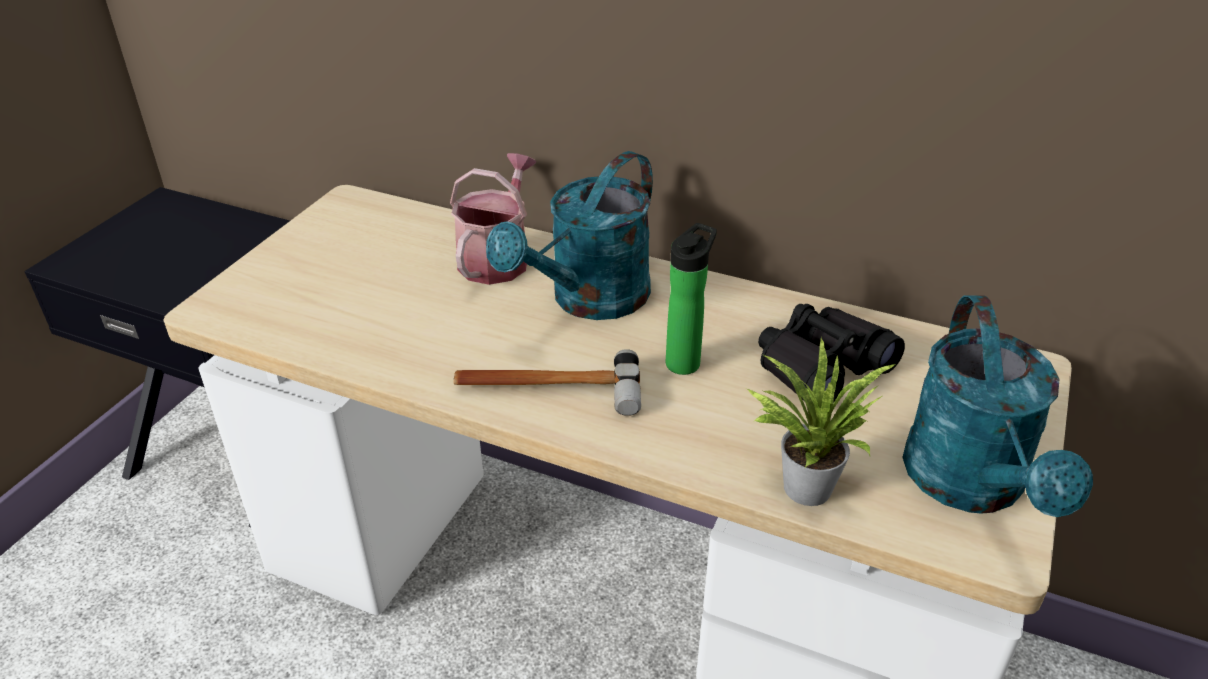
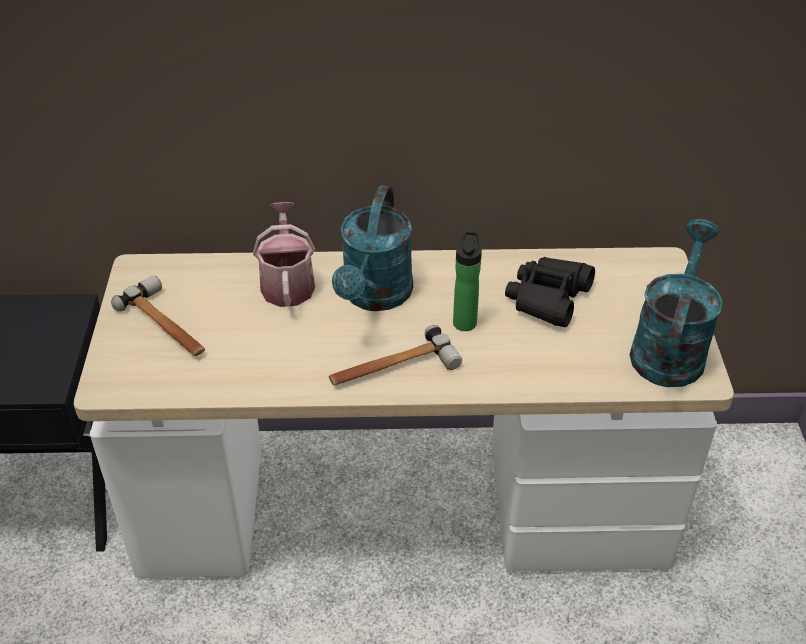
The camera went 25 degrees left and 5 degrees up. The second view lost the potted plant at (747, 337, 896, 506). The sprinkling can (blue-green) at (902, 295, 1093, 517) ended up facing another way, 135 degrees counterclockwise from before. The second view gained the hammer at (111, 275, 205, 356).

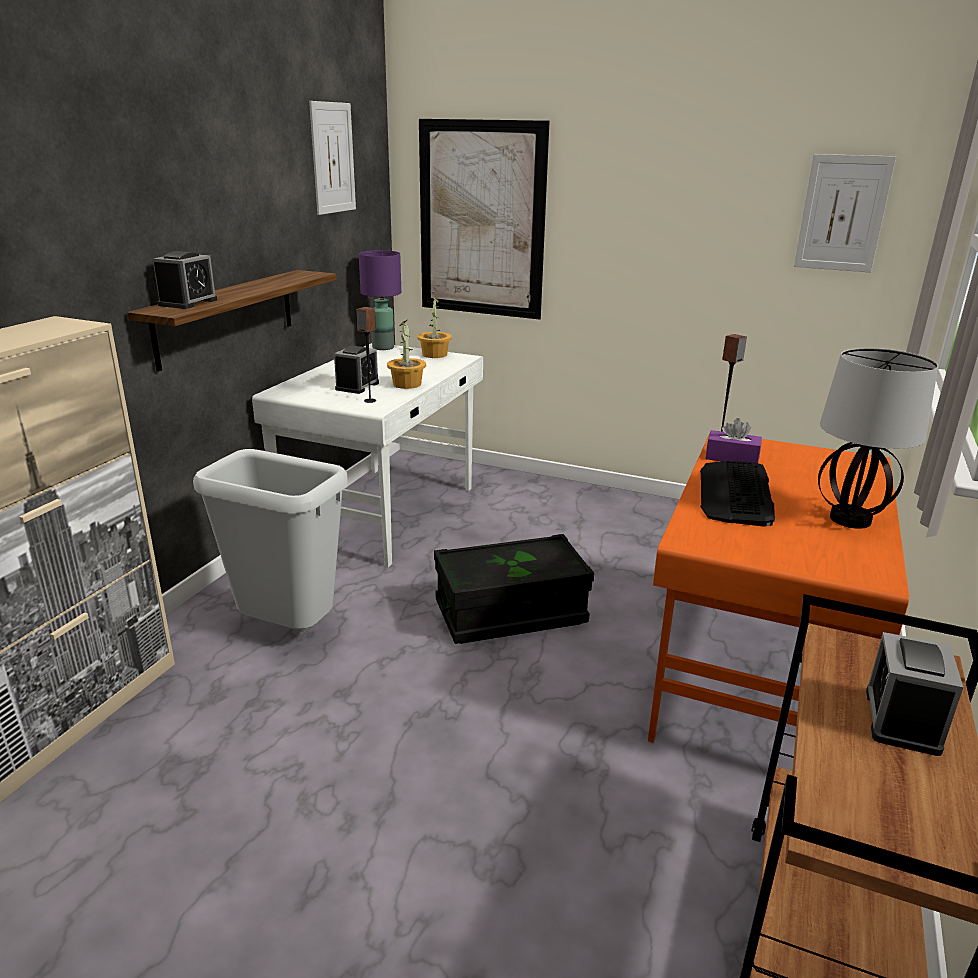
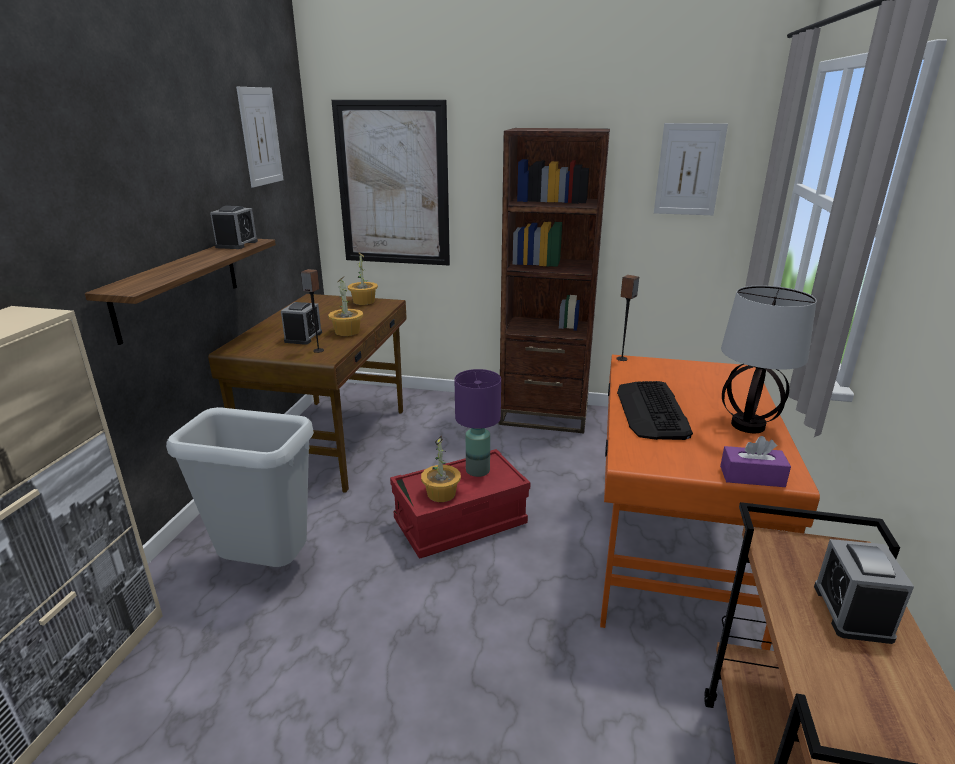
The camera went 10 degrees left and 0 degrees up. The table clock ended up elsewhere, having gone from (153, 251, 217, 309) to (210, 206, 258, 249). What was the desk unit (white-coloured) at (252, 343, 483, 568) turned into the desk unit (brownish) at (208, 294, 406, 493). The tabletop lamp (purplish) ended up elsewhere, having gone from (359, 250, 401, 350) to (454, 369, 501, 477). What was the storage bin (blackish) at (434, 534, 594, 644) turned into the storage bin (red) at (390, 449, 530, 559). The tissue box (purplish) ended up elsewhere, having gone from (705, 418, 762, 463) to (720, 436, 791, 487). The second view gained the potted plant at (421, 436, 461, 502). The second view gained the shelving unit (brownish) at (499, 128, 610, 433).

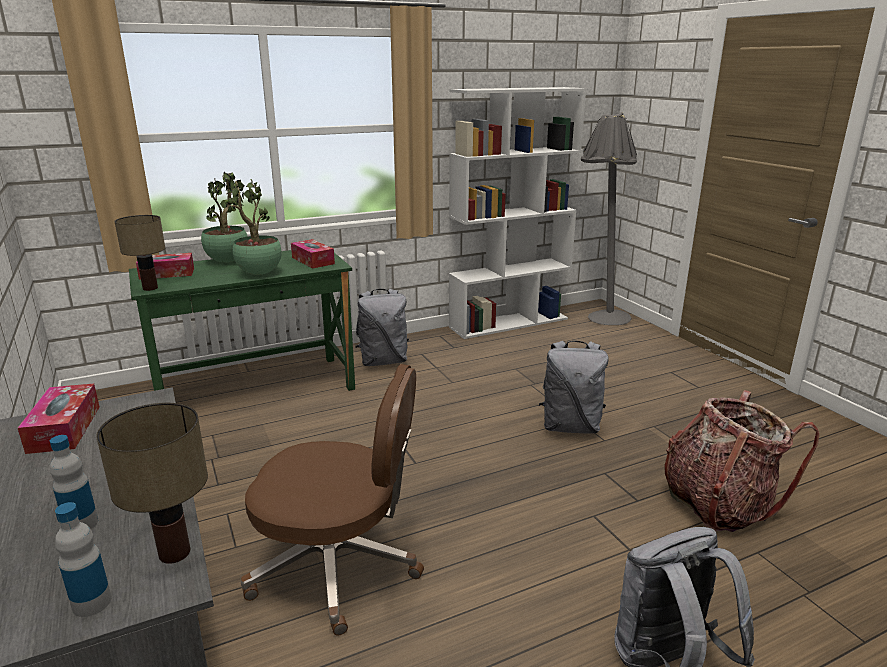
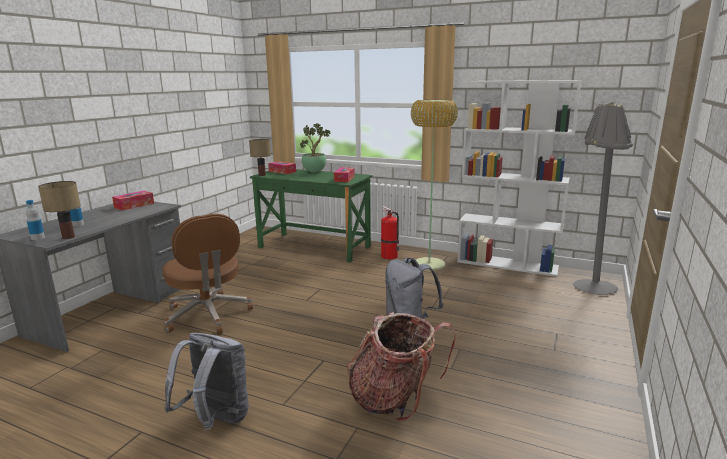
The camera went 50 degrees right and 5 degrees down. The second view lost the potted plant at (220, 179, 282, 275). Where the knapsack (grey) stood at (356, 289, 409, 366), the fire-fighting cylinder came to stand at (381, 206, 399, 259). The second view gained the standing lamp at (411, 100, 458, 271).

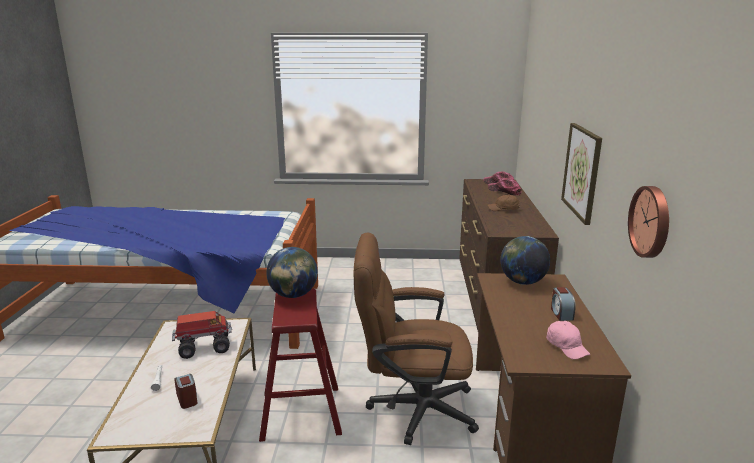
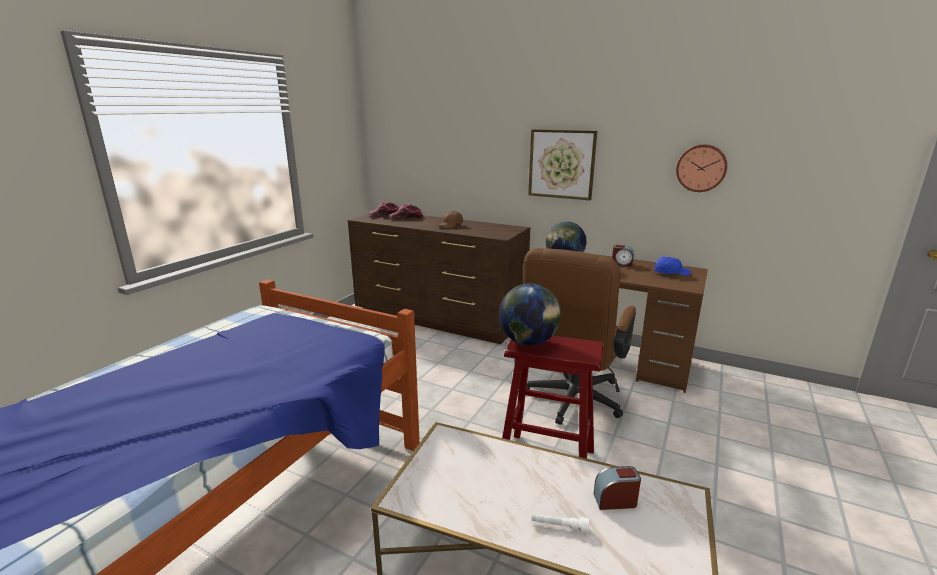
The camera went 65 degrees left and 0 degrees up. The second view lost the toy lorry at (172, 311, 232, 359). What was the cap (pink-coloured) at (546, 321, 590, 359) turned into the cap (blue-coloured) at (654, 257, 691, 276).

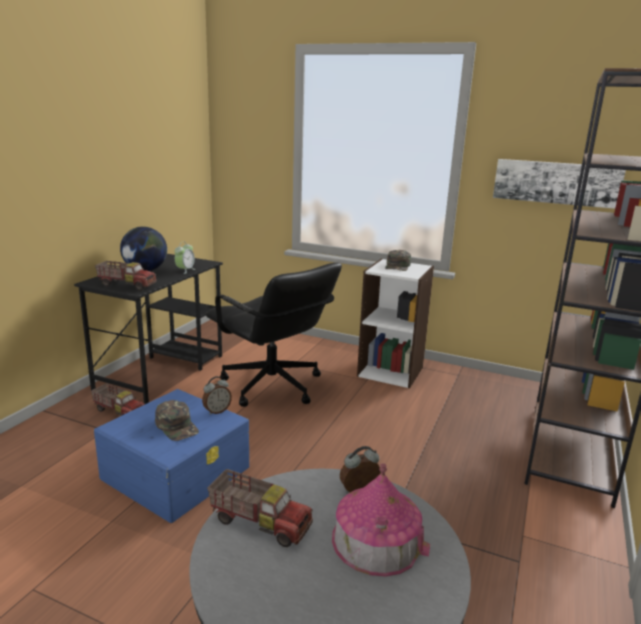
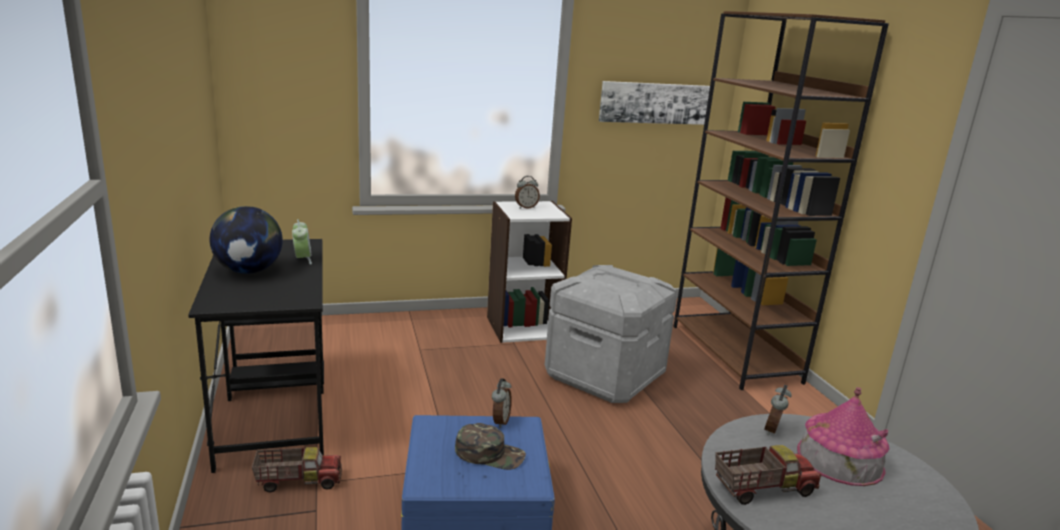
The camera went 40 degrees left and 0 degrees up. The second view lost the toy lorry at (95, 261, 157, 291). The second view lost the desk chair (blackish) at (206, 263, 342, 407). Where the cap (greenish) stood at (385, 250, 411, 271), the table clock came to stand at (515, 176, 540, 209). The second view gained the storage bin (grey) at (545, 265, 678, 403).

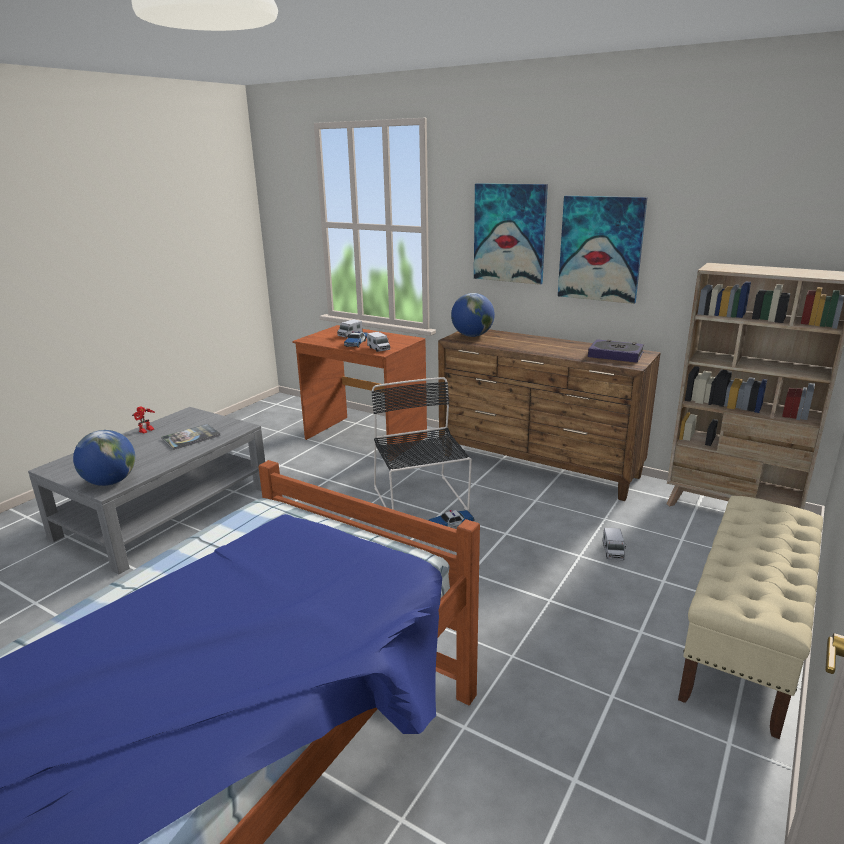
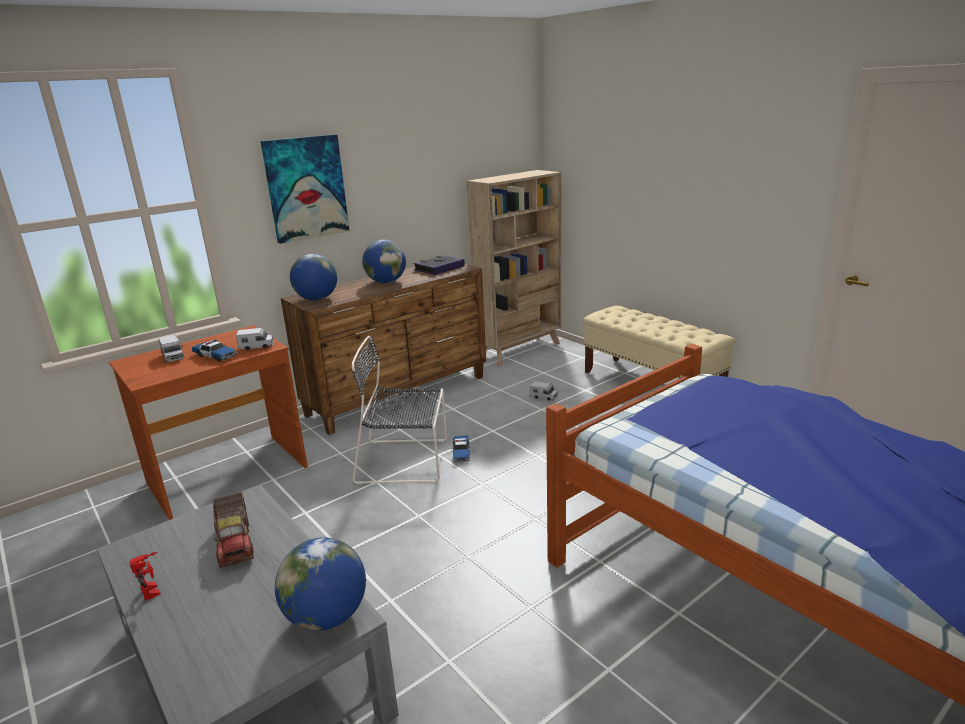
The camera went 70 degrees left and 0 degrees up. Where the bound book stood at (161, 424, 221, 450), the toy lorry came to stand at (213, 492, 254, 568). The second view lost the picture at (558, 196, 648, 304). The second view gained the world globe at (362, 240, 406, 283).

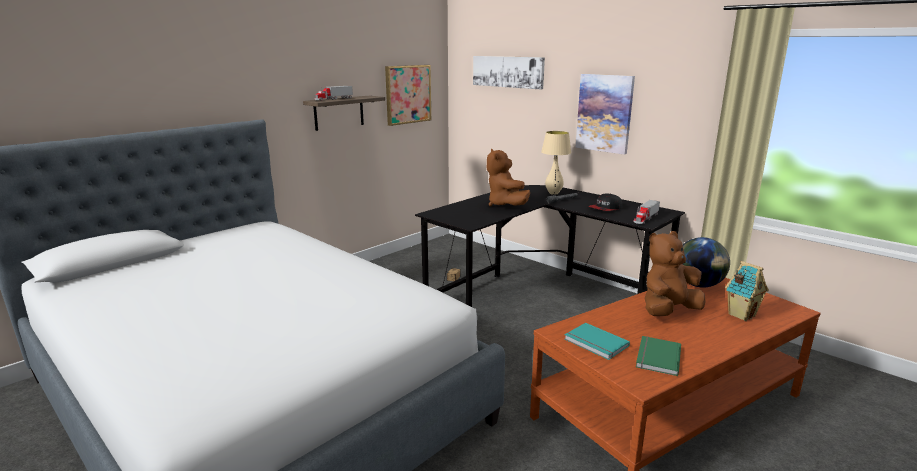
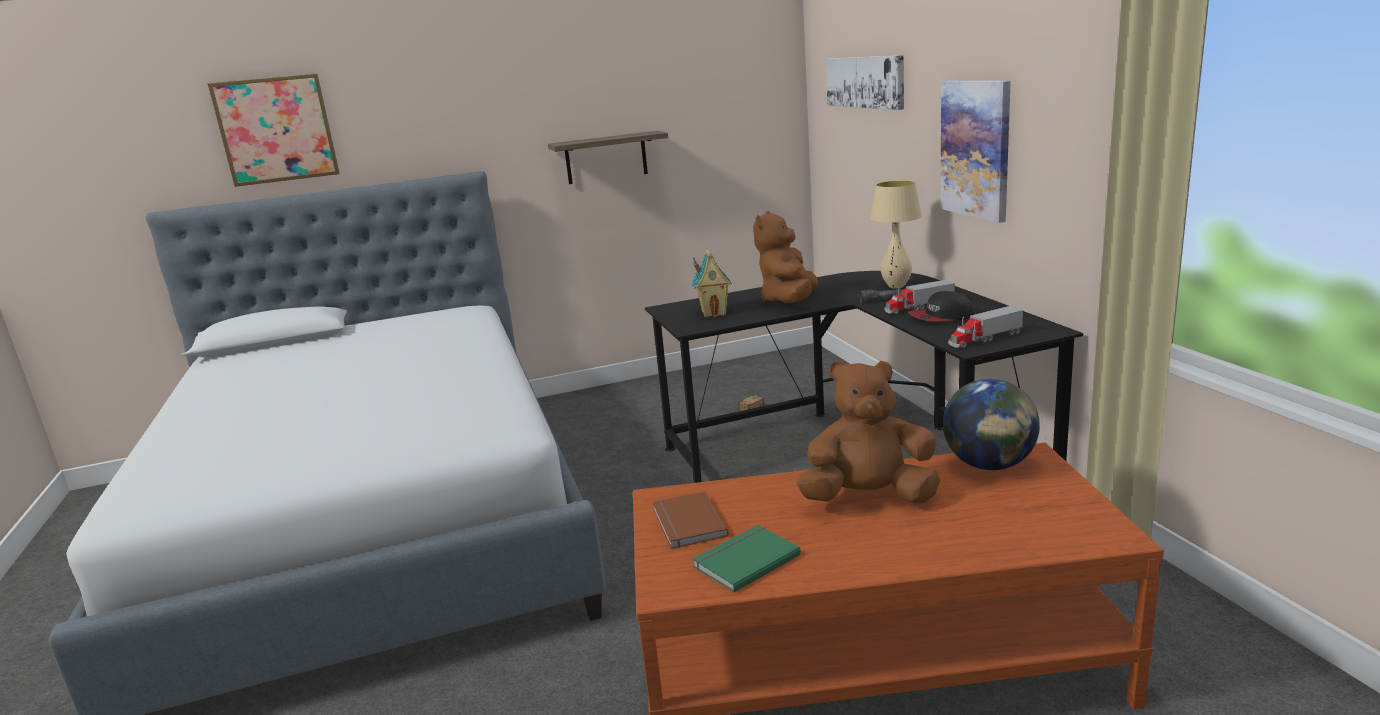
The camera went 30 degrees right and 0 degrees up. The toy lorry ended up elsewhere, having gone from (314, 86, 353, 101) to (884, 280, 955, 314). The picture ended up elsewhere, having gone from (385, 65, 431, 126) to (207, 74, 340, 187). What was the bound book (blue-green) at (565, 323, 630, 360) turned into the bound book (brownish) at (652, 491, 729, 549). The toy house ended up elsewhere, having gone from (725, 261, 769, 321) to (691, 249, 732, 317).

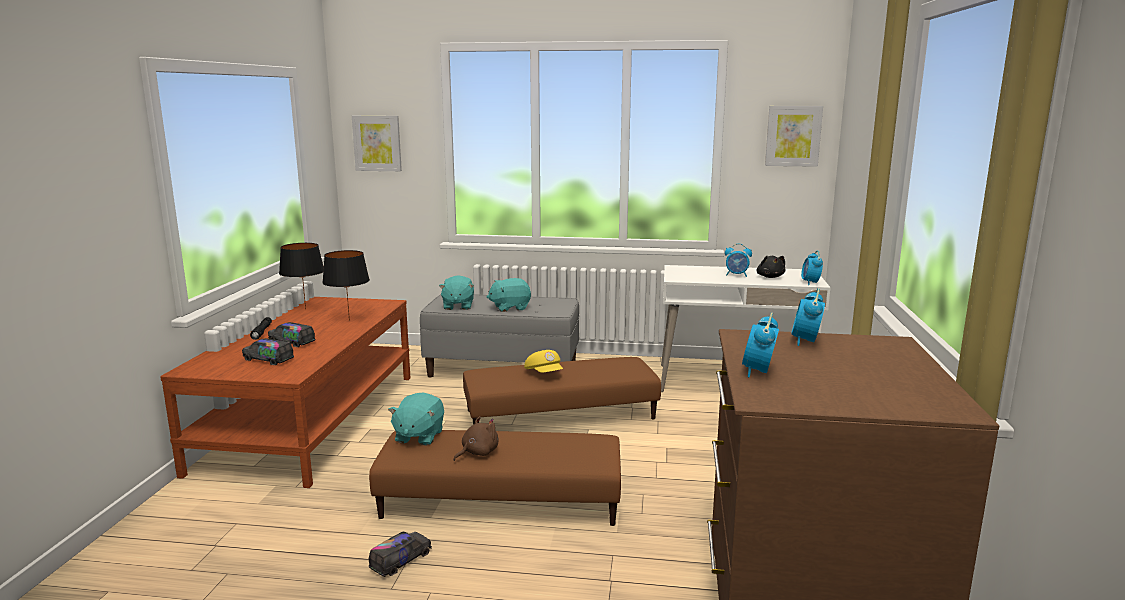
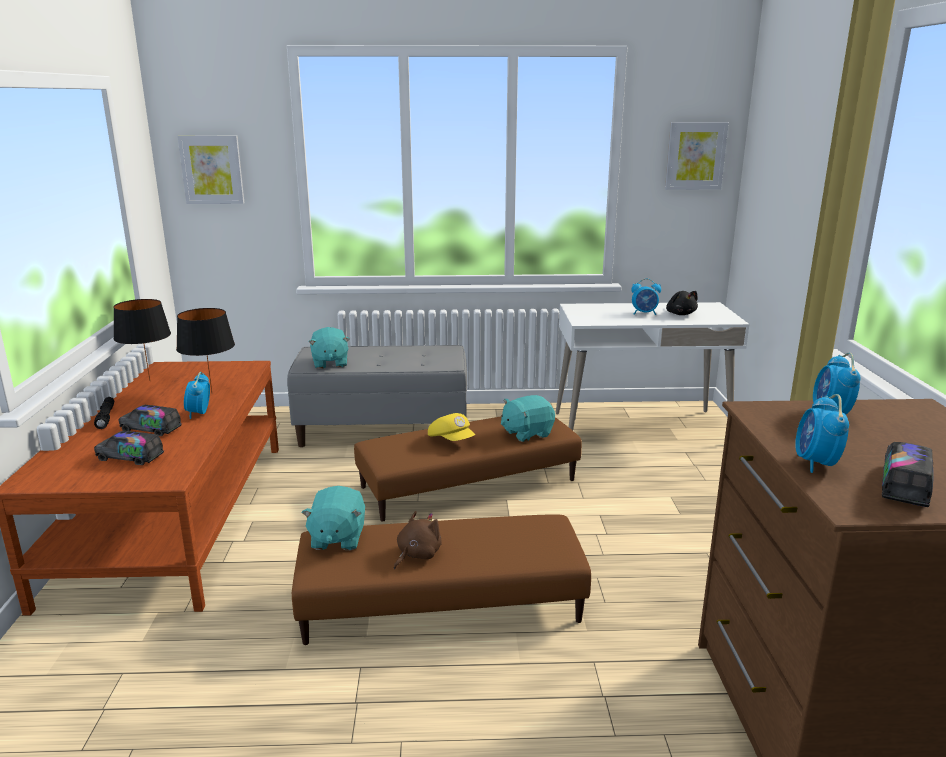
The camera went 10 degrees left and 5 degrees up. The toy lorry ended up elsewhere, having gone from (369, 532, 432, 577) to (882, 442, 933, 507). The cuddly toy (blue-green) ended up elsewhere, having gone from (487, 278, 531, 312) to (501, 395, 555, 442). The table clock ended up elsewhere, having gone from (801, 251, 823, 285) to (184, 372, 210, 419).

